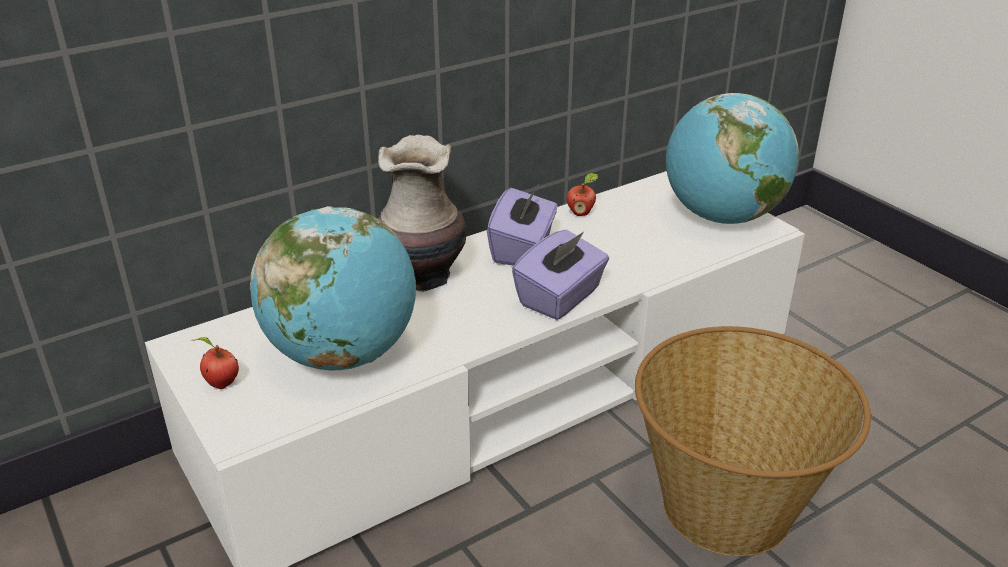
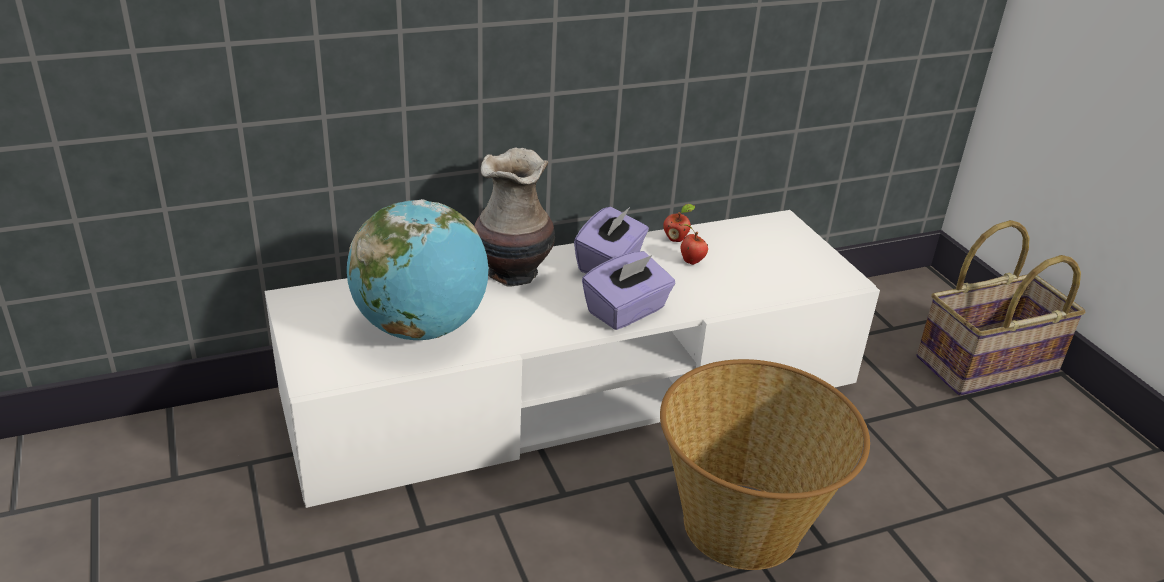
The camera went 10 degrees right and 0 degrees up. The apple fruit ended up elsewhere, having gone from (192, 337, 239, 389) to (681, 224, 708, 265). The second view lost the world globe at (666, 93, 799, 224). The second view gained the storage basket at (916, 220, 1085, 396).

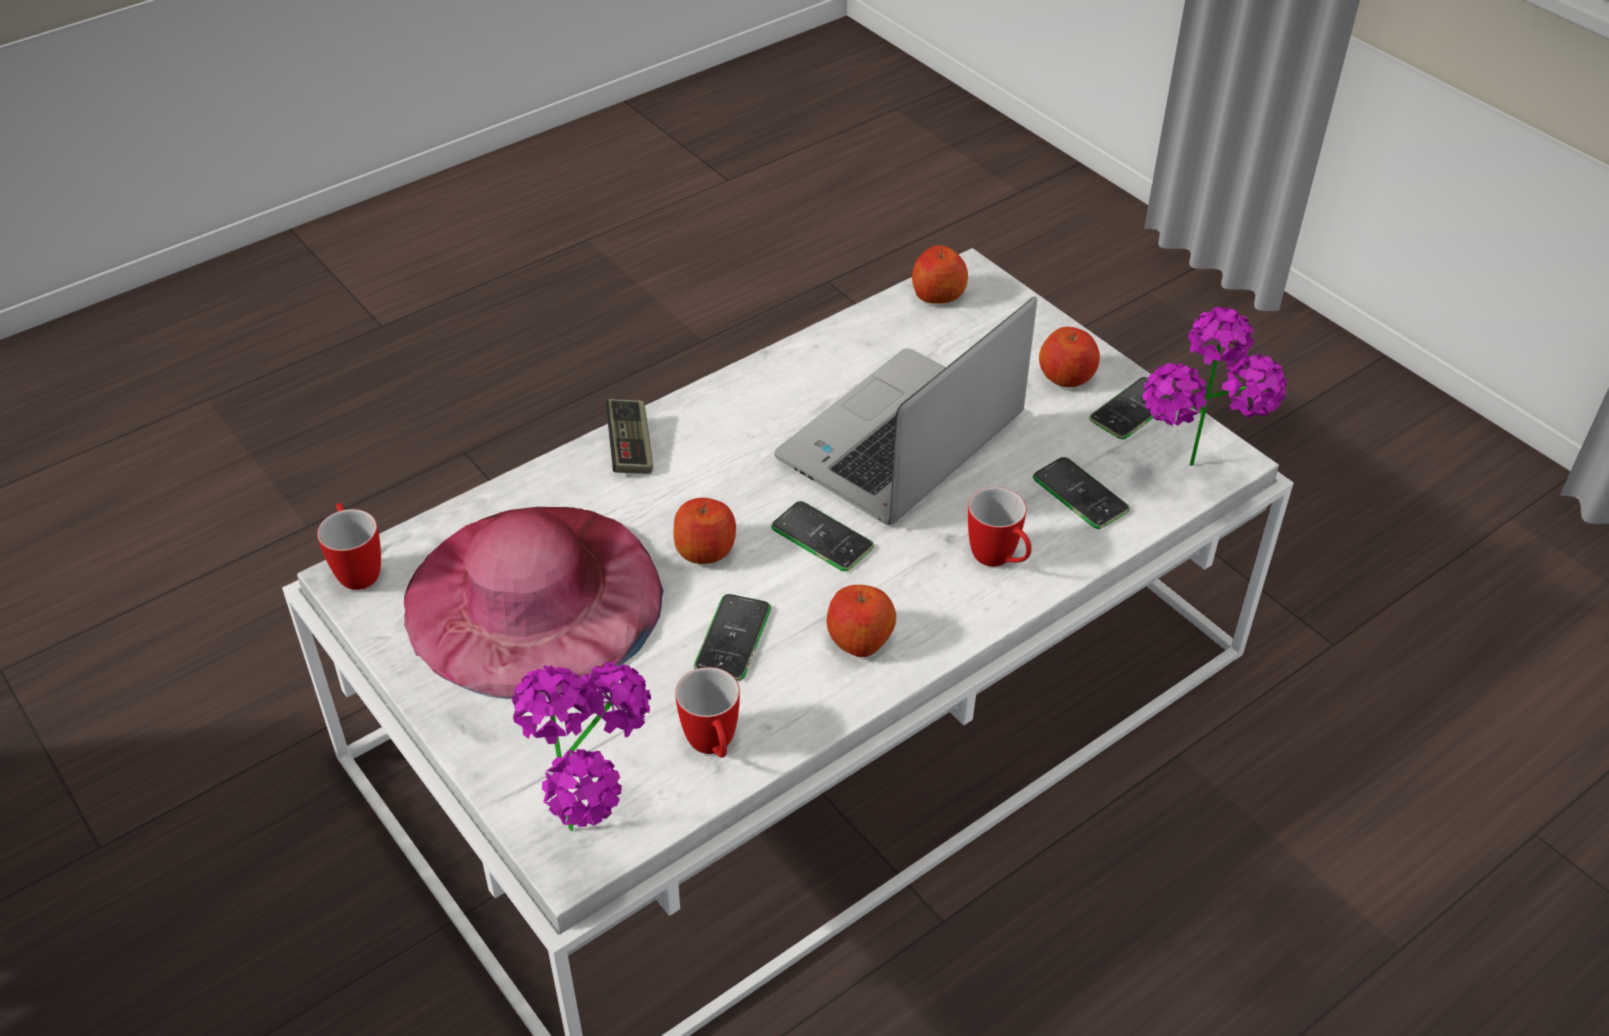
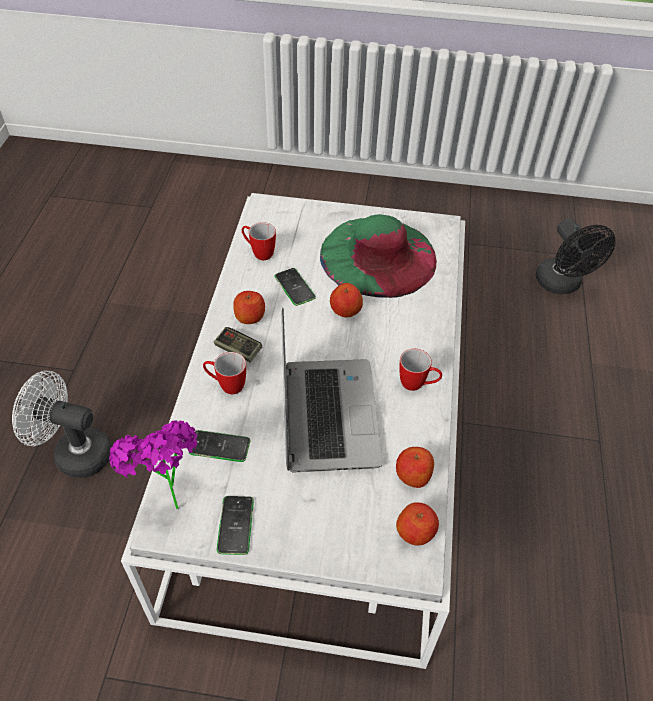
The camera went 135 degrees right and 5 degrees up. The tea mug ended up elsewhere, having gone from (317, 503, 381, 590) to (399, 349, 442, 391). What was the clothing hat (pink-coloured) at (404, 507, 664, 699) turned into the clothing hat (greenish) at (320, 214, 437, 298). The second view lost the potted plant at (512, 662, 651, 831). The joypad ended up elsewhere, having gone from (606, 399, 653, 474) to (214, 327, 262, 362). The second view lost the phone at (771, 501, 874, 571). The apple fruit ended up elsewhere, having gone from (1039, 327, 1100, 387) to (396, 447, 434, 488). The second view gained the cooling fan (white-coloured) at (12, 371, 112, 478). The second view gained the cooling fan (blackish) at (536, 219, 616, 294).

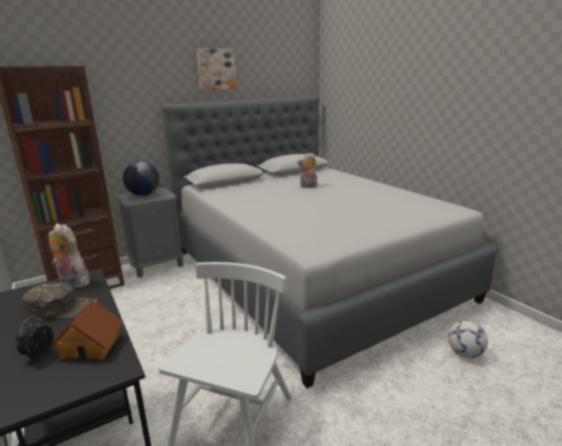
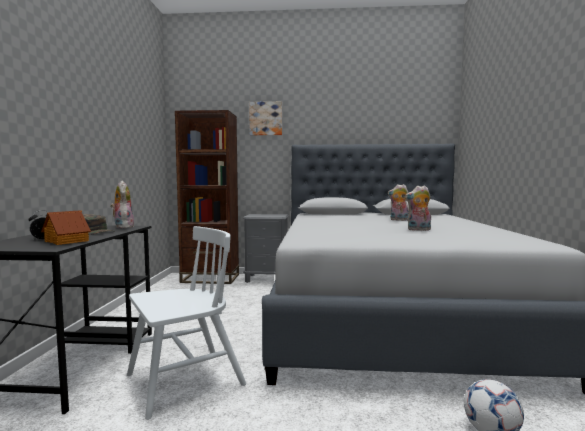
The camera went 35 degrees right and 15 degrees down. The second view lost the world globe at (123, 161, 159, 196). The picture ended up elsewhere, having gone from (197, 48, 237, 90) to (249, 101, 282, 136). The second view gained the cuddly toy at (405, 185, 431, 231).

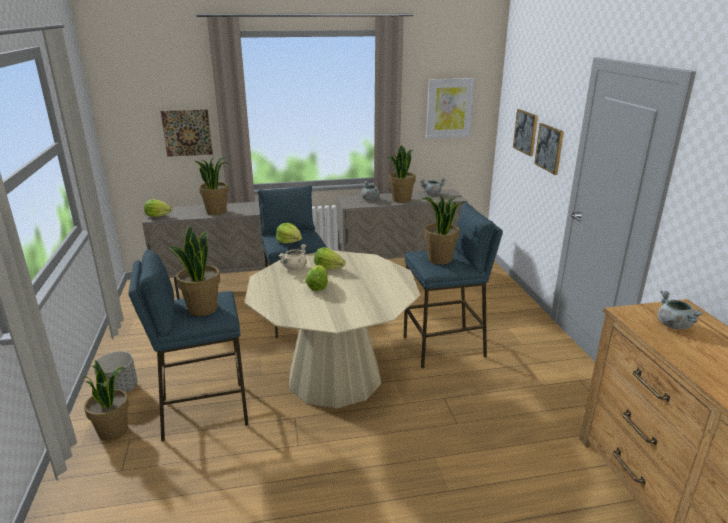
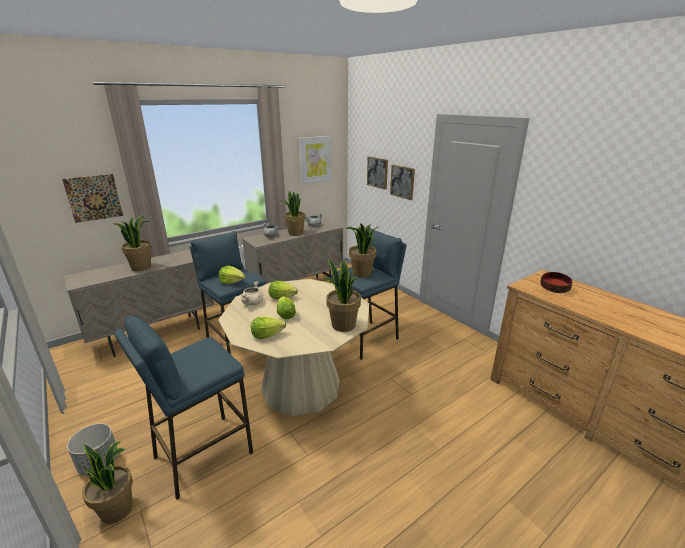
The camera went 25 degrees left and 0 degrees up. The lettuce ended up elsewhere, having gone from (144, 199, 173, 217) to (251, 316, 286, 339). The potted plant ended up elsewhere, having gone from (168, 226, 220, 316) to (322, 258, 361, 332). Where the cooking pot (grey) stood at (658, 291, 703, 329), the deep dish came to stand at (540, 272, 572, 293).

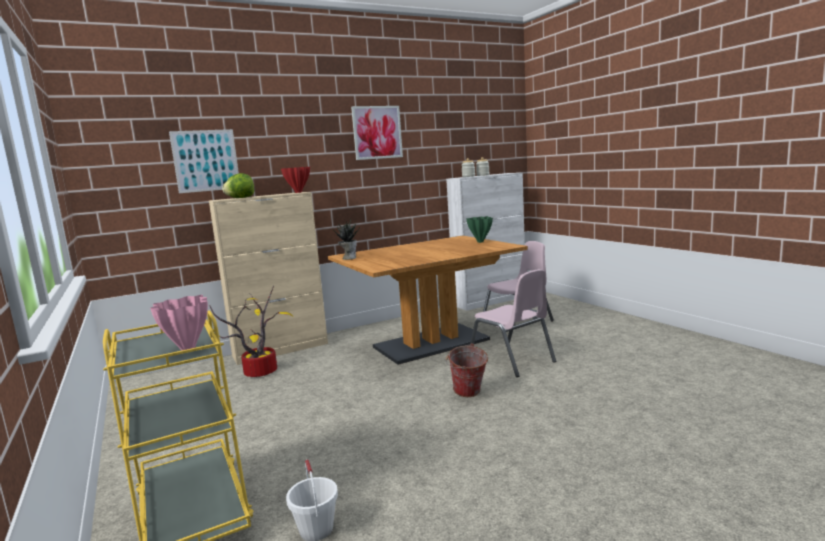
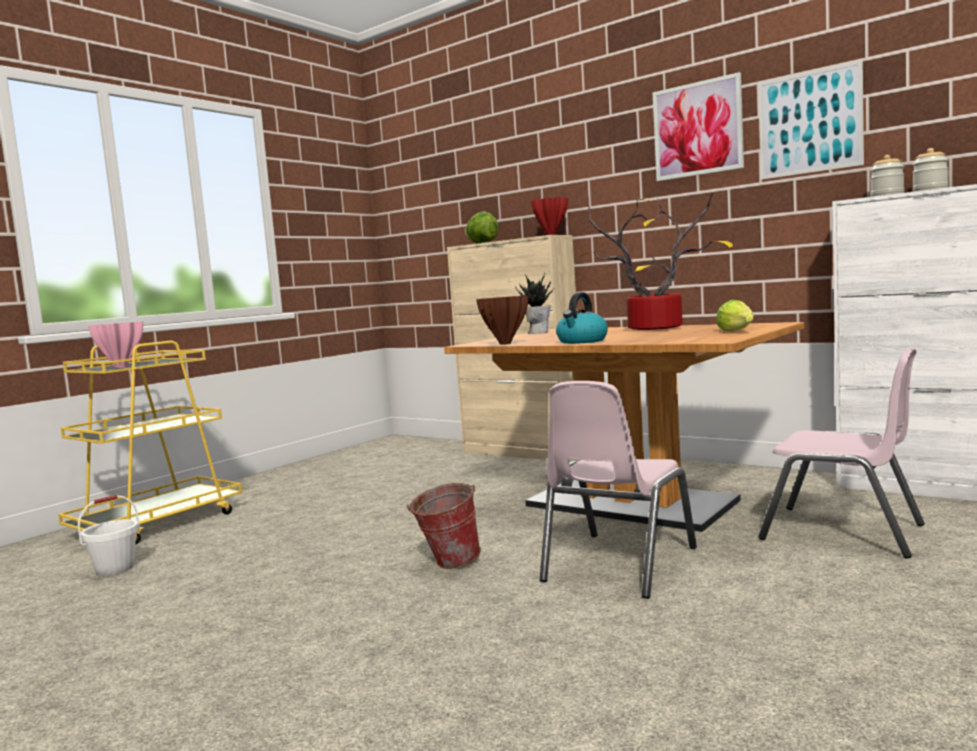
The camera went 65 degrees right and 5 degrees down. The picture ended up elsewhere, having gone from (169, 129, 239, 193) to (758, 60, 864, 180). The potted plant ended up elsewhere, having gone from (209, 286, 293, 377) to (580, 193, 733, 330). Where the vase (greenish) stood at (466, 216, 493, 243), the lettuce came to stand at (716, 300, 754, 331). The second view gained the vase (brownish) at (476, 296, 529, 345). The second view gained the tea kettle at (556, 292, 608, 344).

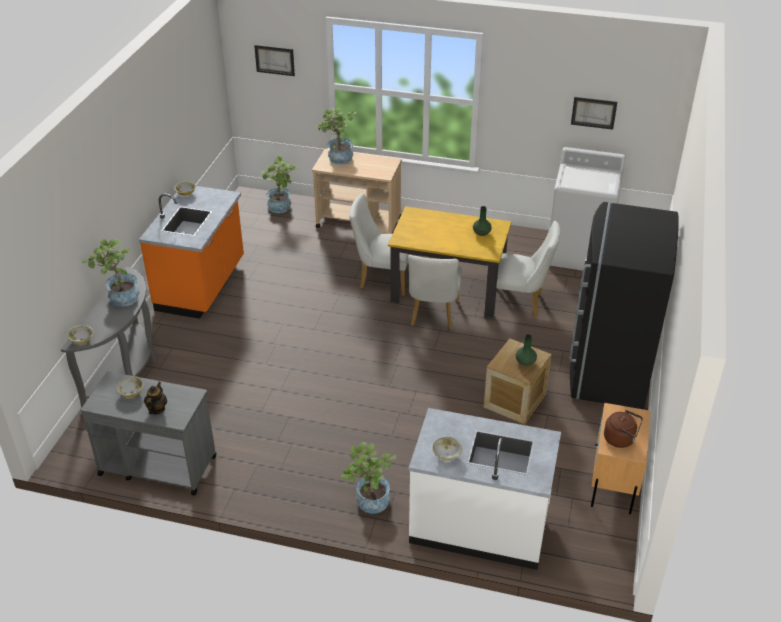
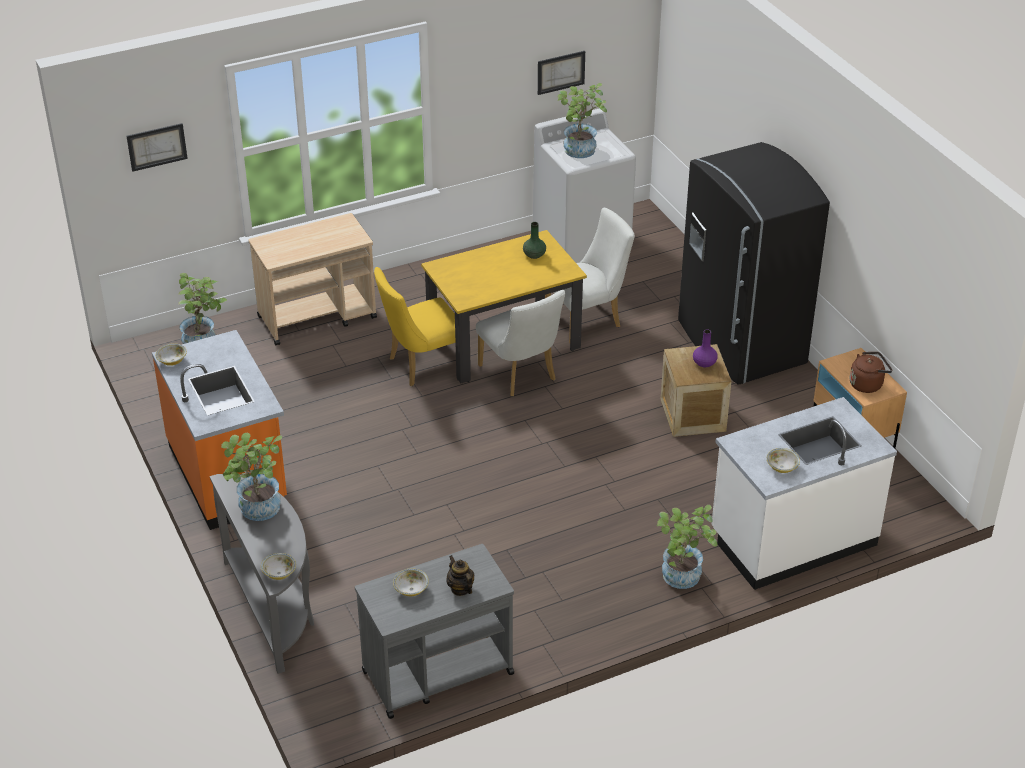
The camera went 40 degrees left and 0 degrees up. The potted plant ended up elsewhere, having gone from (317, 108, 357, 165) to (558, 83, 607, 158). What was the chair (white-coloured) at (349, 193, 413, 296) turned into the chair (yellowish) at (374, 267, 455, 386). What was the vase (greenish) at (516, 334, 537, 366) turned into the vase (purplish) at (693, 329, 718, 367).

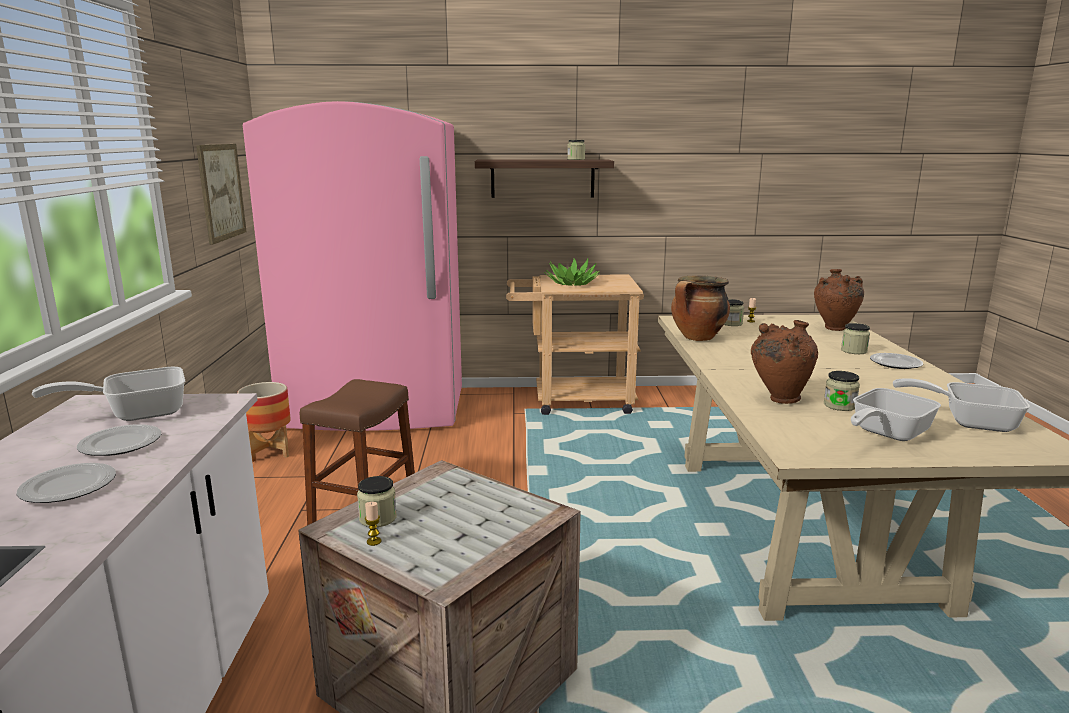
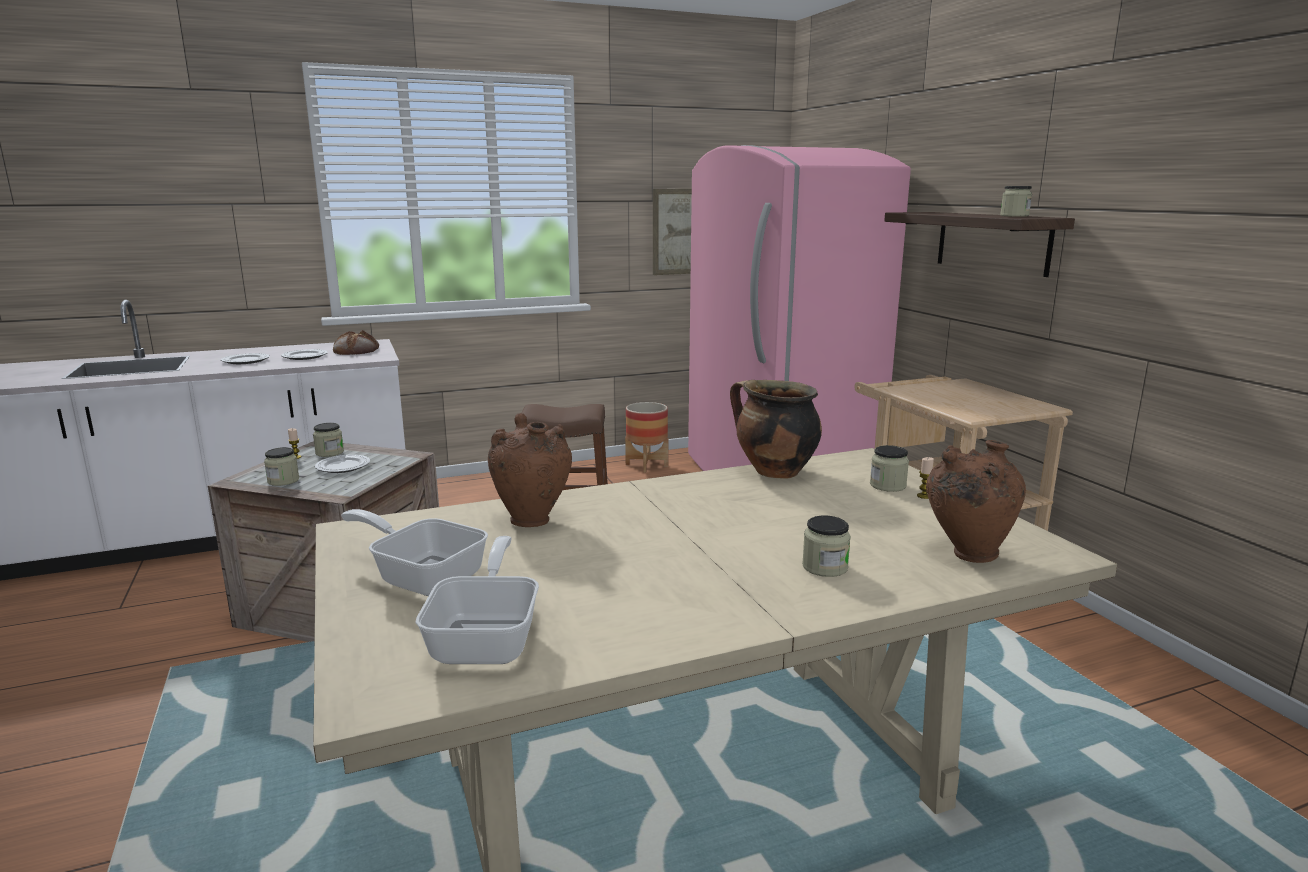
The camera went 70 degrees right and 0 degrees up. Where the pan stood at (32, 367, 185, 421), the baked bread came to stand at (333, 330, 379, 355). The second view lost the potted plant at (544, 258, 600, 286). The storage jar ended up elsewhere, having gone from (824, 371, 860, 411) to (264, 447, 299, 486). The flat dish ended up elsewhere, having gone from (870, 353, 923, 369) to (315, 455, 370, 473).

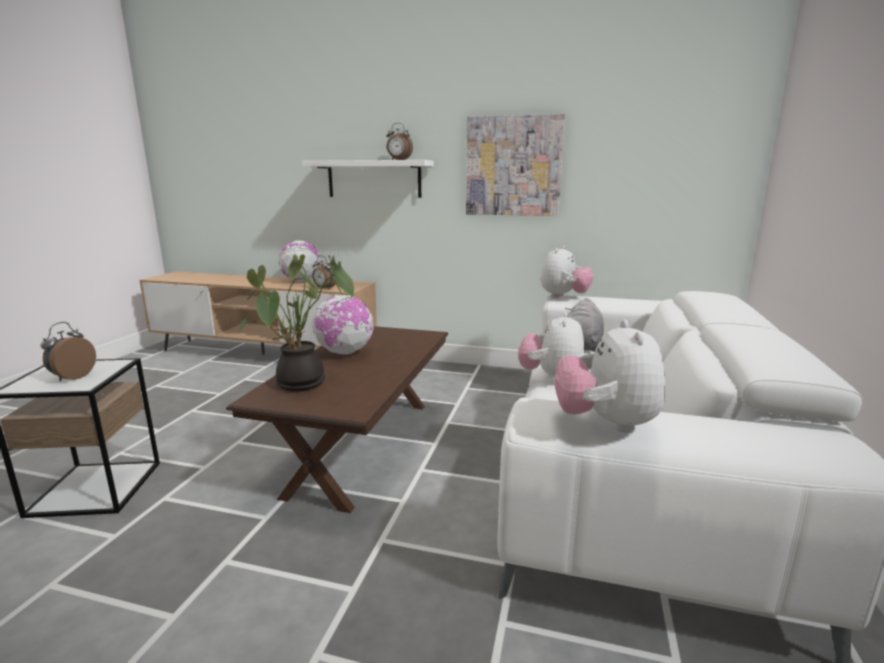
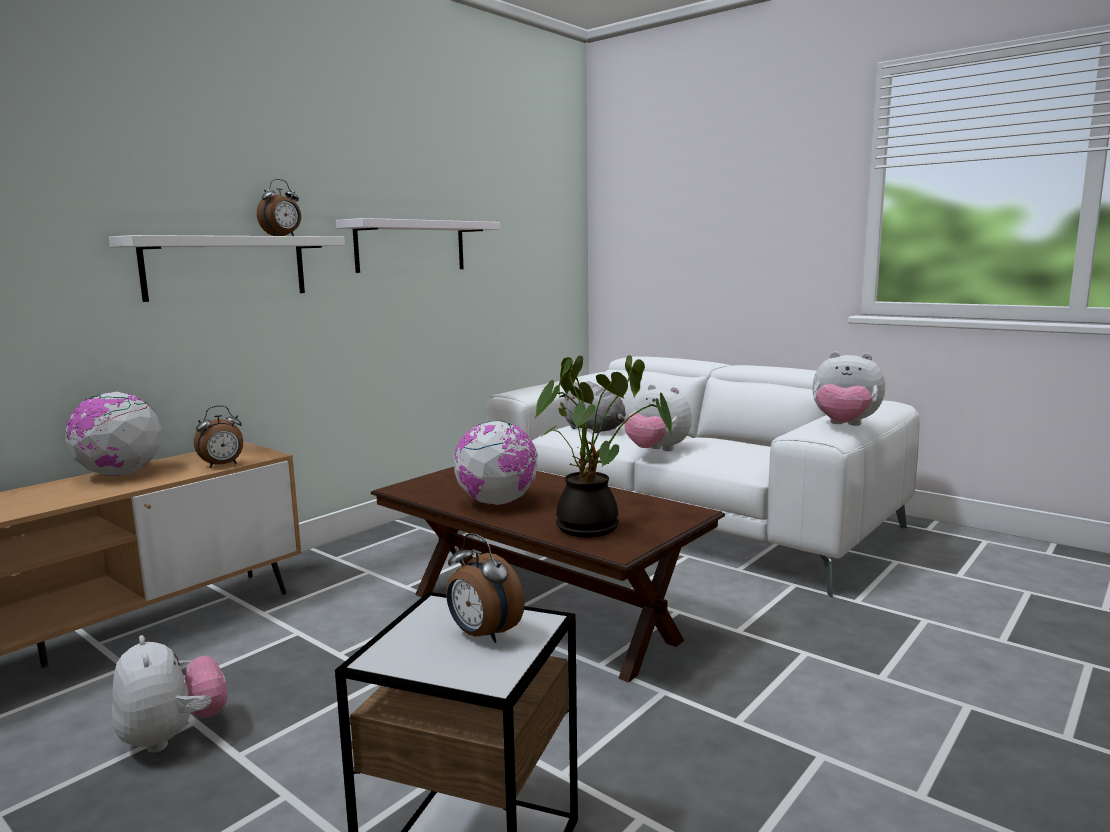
The camera went 65 degrees left and 5 degrees down. Where the picture hung at (466, 114, 565, 216), the shelf (white-coloured) came to hang at (336, 218, 500, 273). The cuddly toy ended up elsewhere, having gone from (541, 246, 594, 298) to (112, 635, 227, 753).

